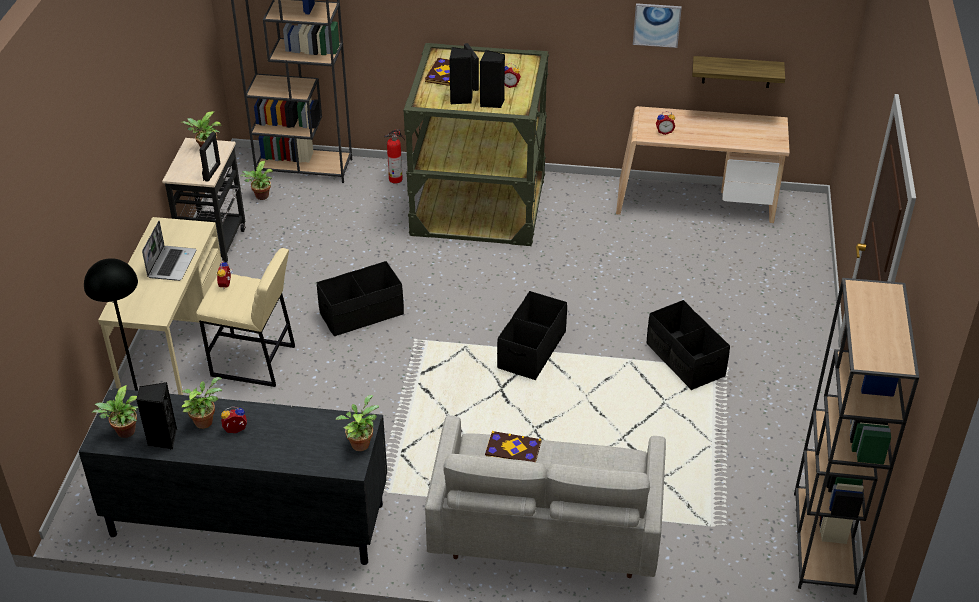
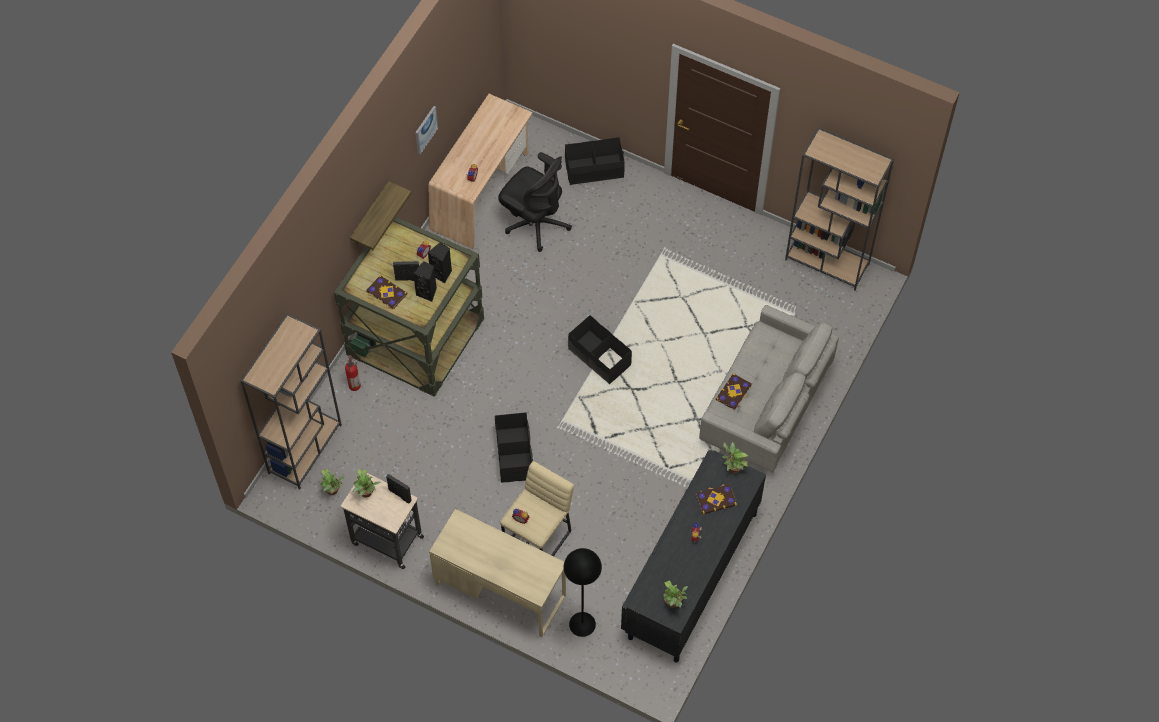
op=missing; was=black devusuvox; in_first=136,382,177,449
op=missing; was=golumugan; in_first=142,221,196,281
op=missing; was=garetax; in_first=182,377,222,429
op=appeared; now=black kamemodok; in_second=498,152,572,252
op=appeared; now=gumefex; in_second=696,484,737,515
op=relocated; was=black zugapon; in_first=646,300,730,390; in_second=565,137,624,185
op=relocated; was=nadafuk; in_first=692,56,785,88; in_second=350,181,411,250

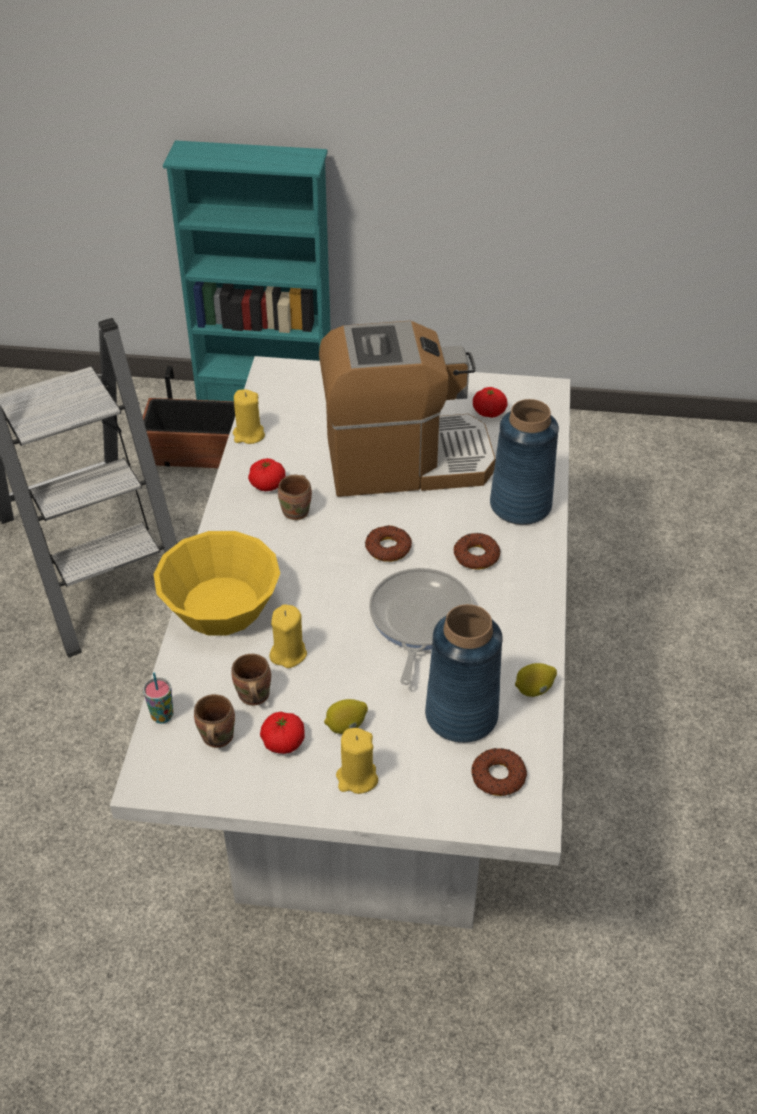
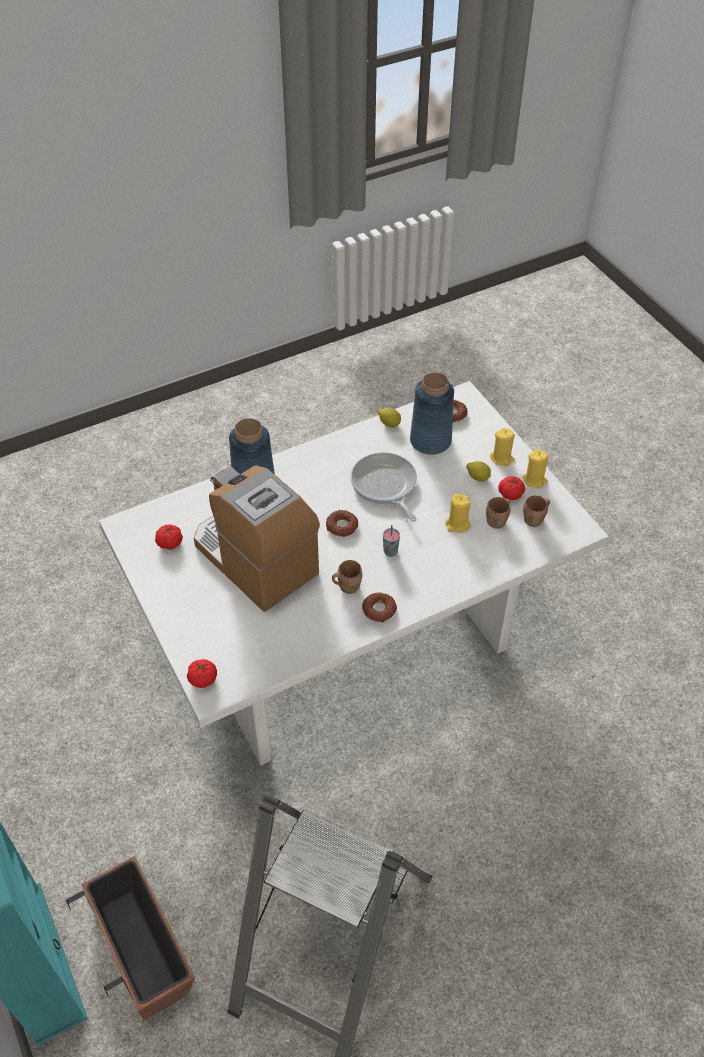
op=missing; was=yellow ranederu; in_first=154,531,280,636
op=relocated; was=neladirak; in_first=143,673,173,724; in_second=383,525,400,557
op=relocated; was=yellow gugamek; in_first=233,389,265,444; in_second=523,450,549,488
op=relocated; was=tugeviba; in_first=248,458,285,491; in_second=187,659,217,688
op=relocated; was=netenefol; in_first=454,533,500,570; in_second=362,593,397,623
op=spun; was=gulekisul; in_first=369,568,474,685; in_second=350,452,417,522; clockwise=90

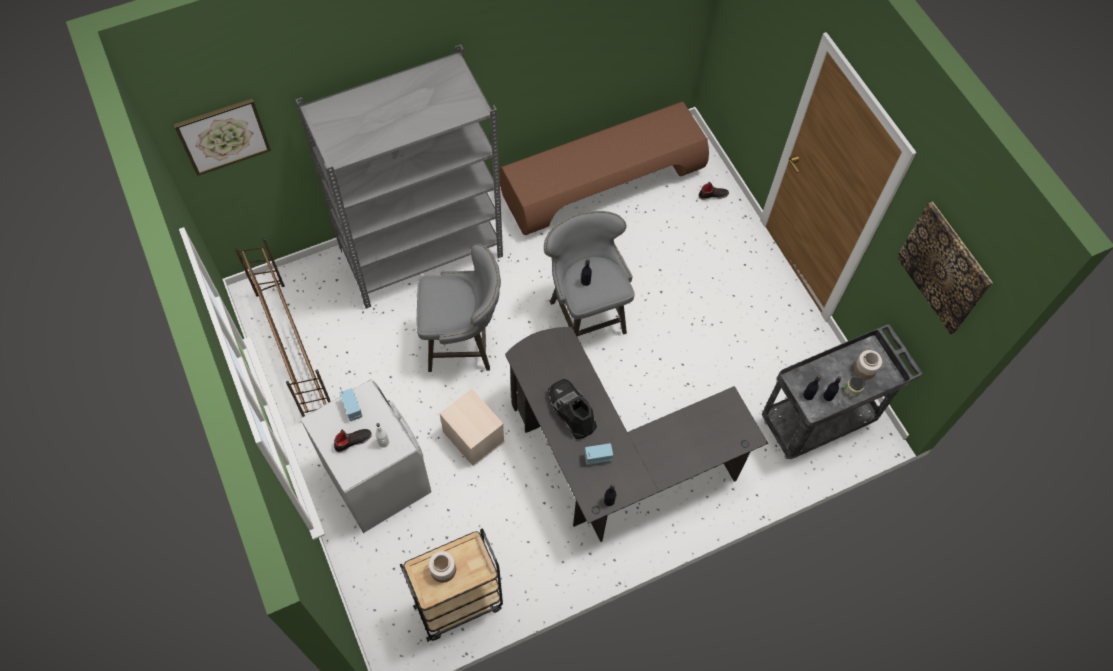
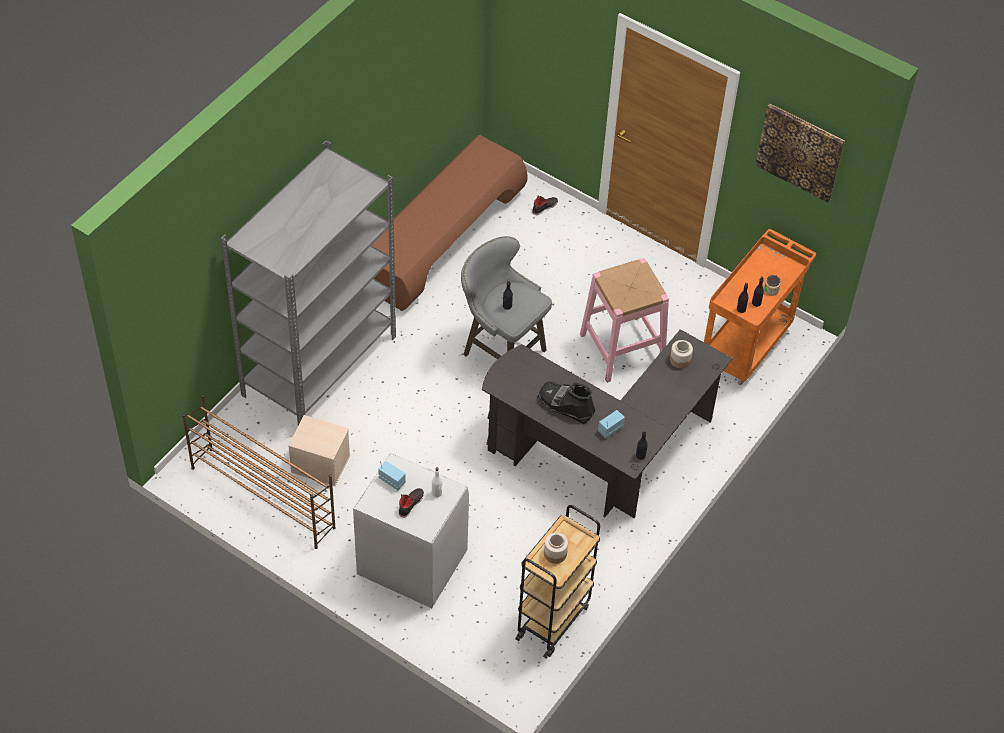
op=missing; was=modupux; in_first=174,98,271,176
op=missing; was=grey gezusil; in_first=416,244,501,372
op=appeared; now=pink gezusil; in_second=580,258,669,383
op=relocated; was=beige zugapon; in_first=439,389,505,467; in_second=288,415,350,486
op=relocated; was=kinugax; in_first=854,350,882,379; in_second=670,340,693,368
op=colour; was=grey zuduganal; now=orange zuduganal; in_first=762,324,922,459; in_second=704,229,816,385

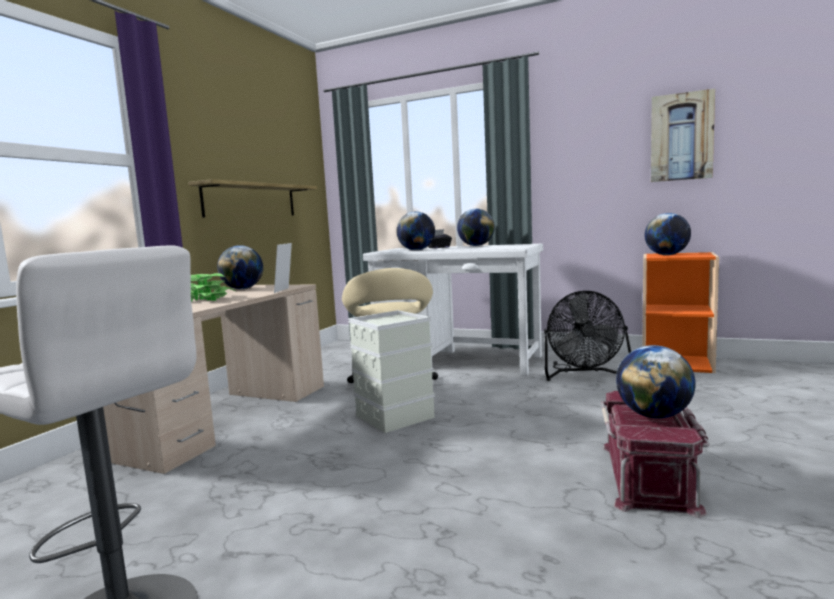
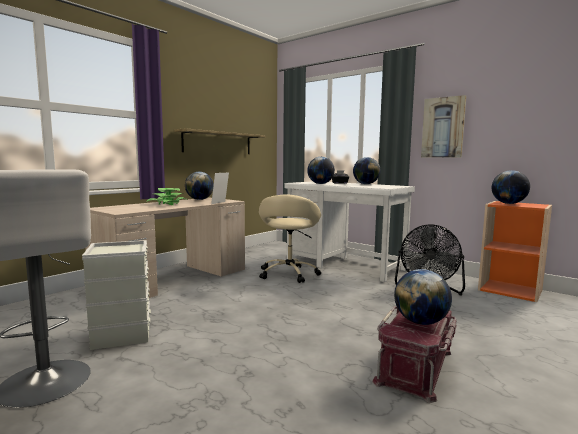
op=relocated; was=grey zugapon; in_first=348,310,435,433; in_second=82,240,151,350
op=relocated; was=modupux; in_first=651,89,715,182; in_second=421,95,467,158

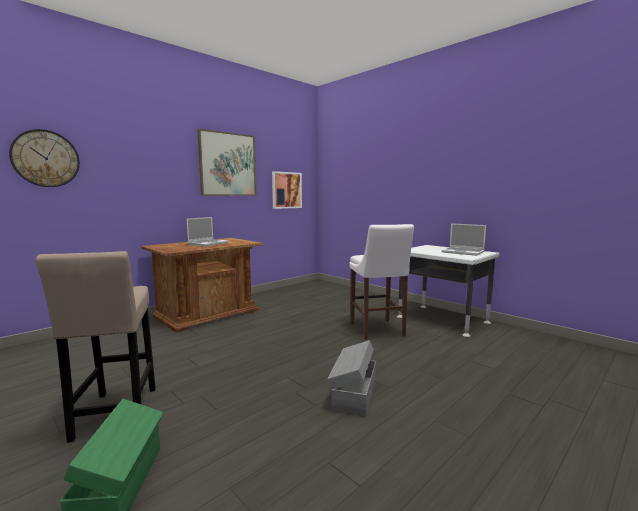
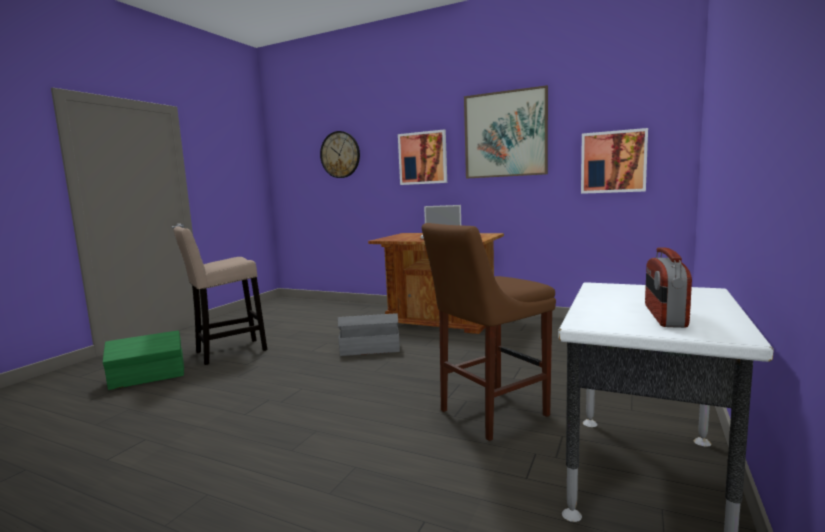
op=appeared; now=modupux; in_second=398,130,447,185
op=relocated; was=grey zugapon; in_first=327,340,376,416; in_second=338,313,400,356
op=exchanged; was=golumugan; now=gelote; in_first=442,223,486,256; in_second=645,248,692,328
op=colour; was=white gezusil; now=brown gezusil; in_first=349,224,414,340; in_second=422,223,556,441

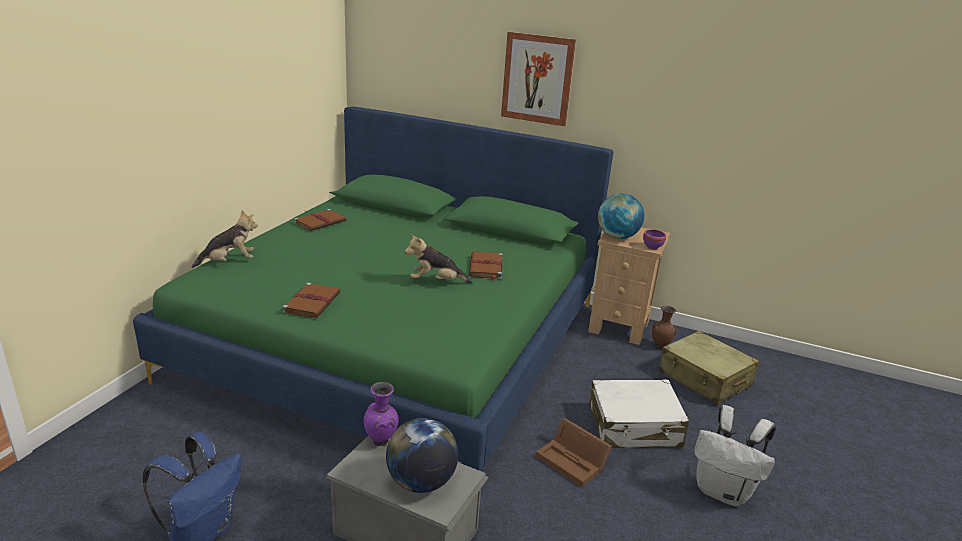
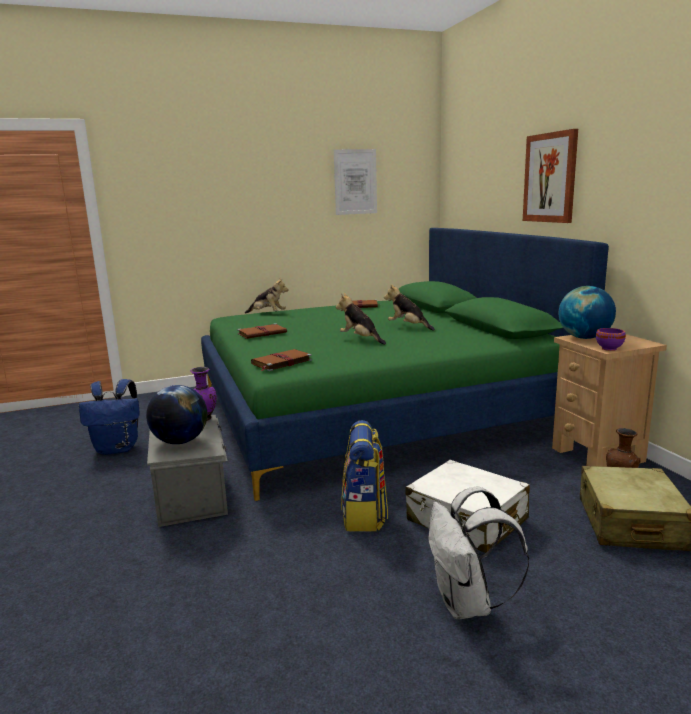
op=appeared; now=modupux; in_second=334,149,377,215
op=appeared; now=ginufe; in_second=384,284,435,331
op=relocated; was=brown gumefex; in_first=469,251,503,281; in_second=251,349,312,371
op=exchanged; was=brown zugapon; now=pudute; in_first=536,418,612,487; in_second=341,420,388,532

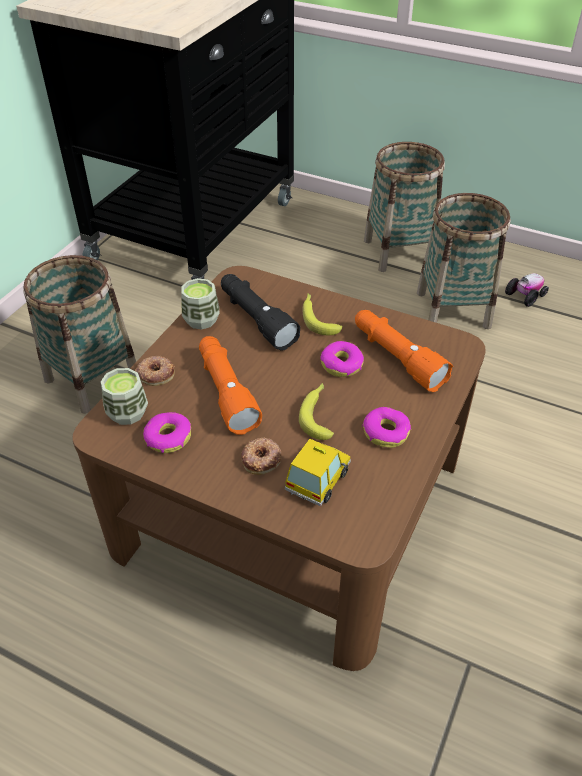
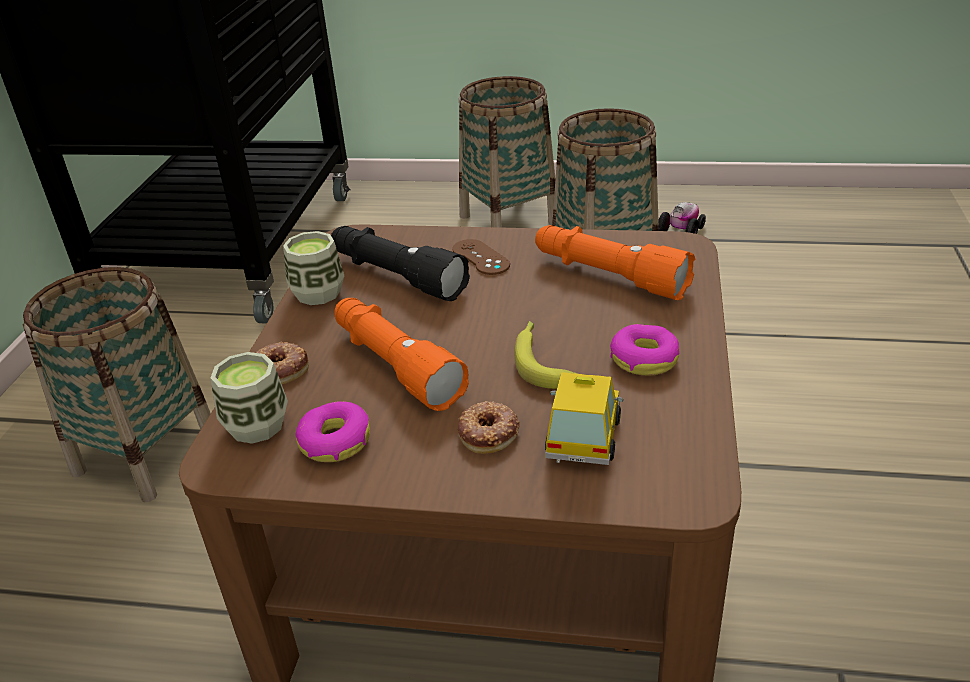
op=missing; was=netenefol; in_first=320,341,364,377
op=exchanged; was=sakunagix; now=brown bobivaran; in_first=303,294,343,335; in_second=452,239,510,275

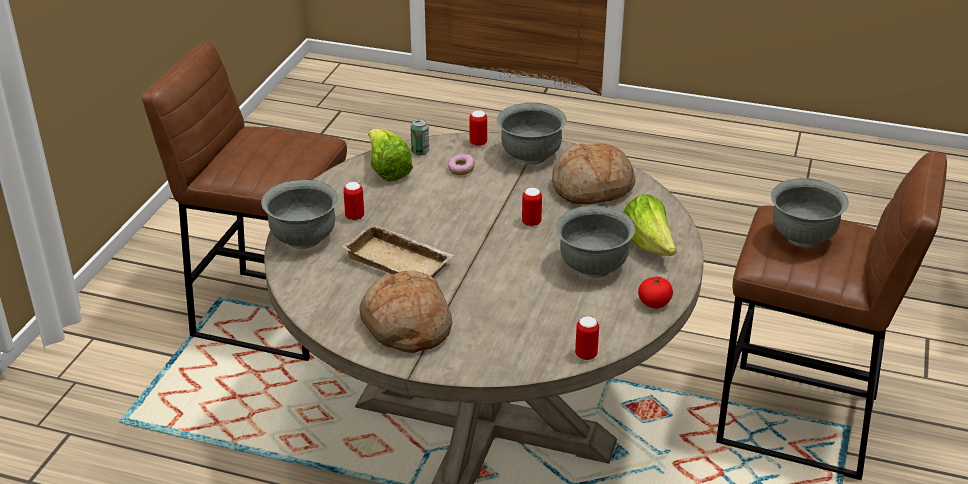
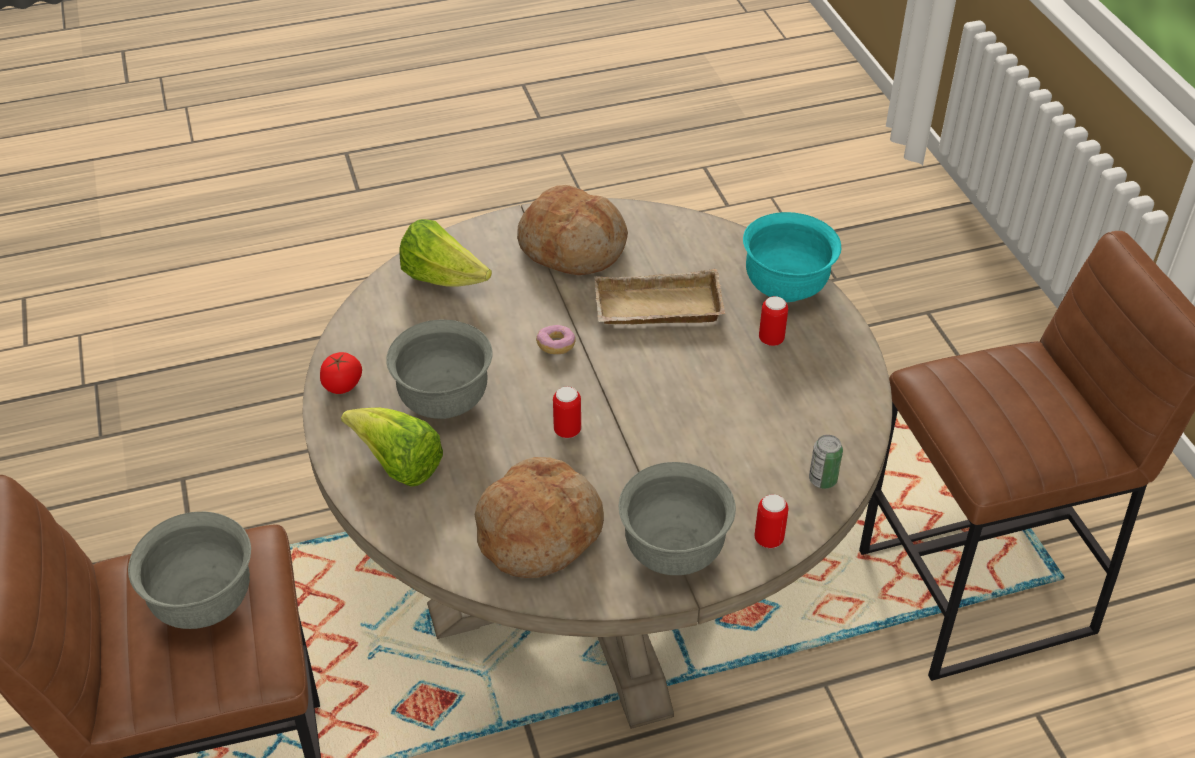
op=missing; was=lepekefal; in_first=575,316,599,360
op=relocated; was=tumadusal; in_first=368,129,413,181; in_second=399,219,492,287
op=relocated; was=netenefol; in_first=448,154,475,175; in_second=536,325,576,354
op=colour; was=grey ranederu; now=turquoise ranederu; in_first=261,180,338,249; in_second=743,212,841,302

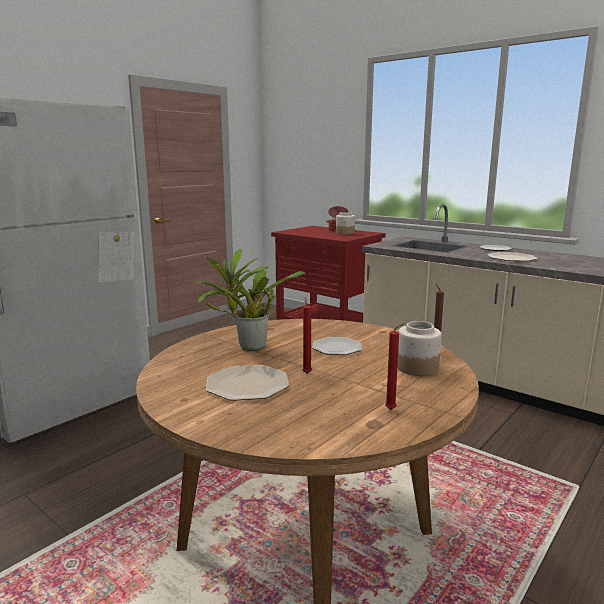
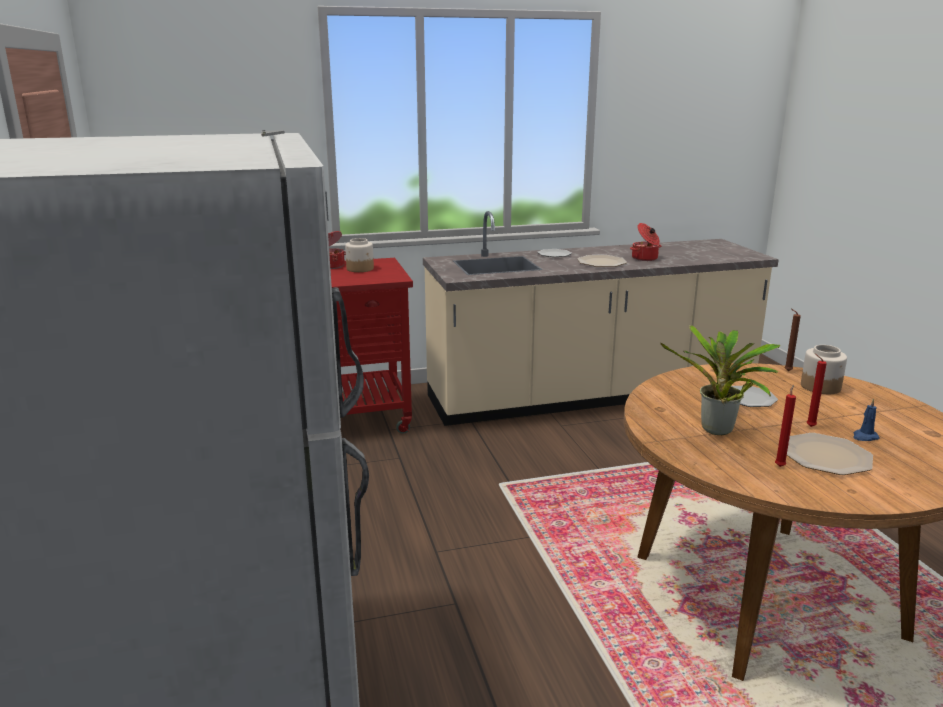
op=appeared; now=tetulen; in_second=630,223,661,261
op=appeared; now=blue gugamek; in_second=853,398,880,441
op=relocated; was=red gugamek; in_first=385,323,405,410; in_second=775,384,796,467

